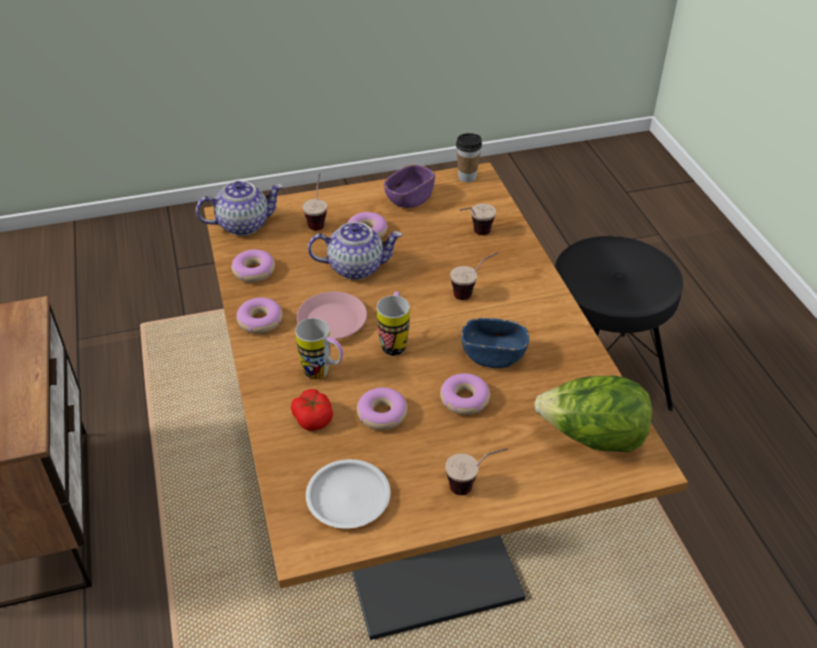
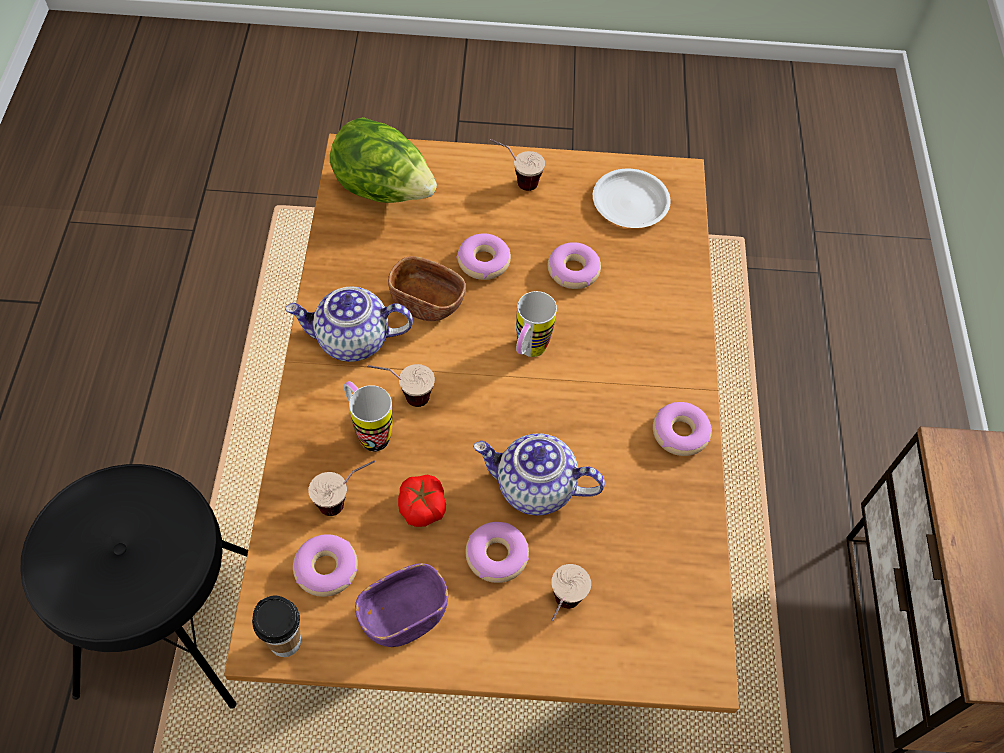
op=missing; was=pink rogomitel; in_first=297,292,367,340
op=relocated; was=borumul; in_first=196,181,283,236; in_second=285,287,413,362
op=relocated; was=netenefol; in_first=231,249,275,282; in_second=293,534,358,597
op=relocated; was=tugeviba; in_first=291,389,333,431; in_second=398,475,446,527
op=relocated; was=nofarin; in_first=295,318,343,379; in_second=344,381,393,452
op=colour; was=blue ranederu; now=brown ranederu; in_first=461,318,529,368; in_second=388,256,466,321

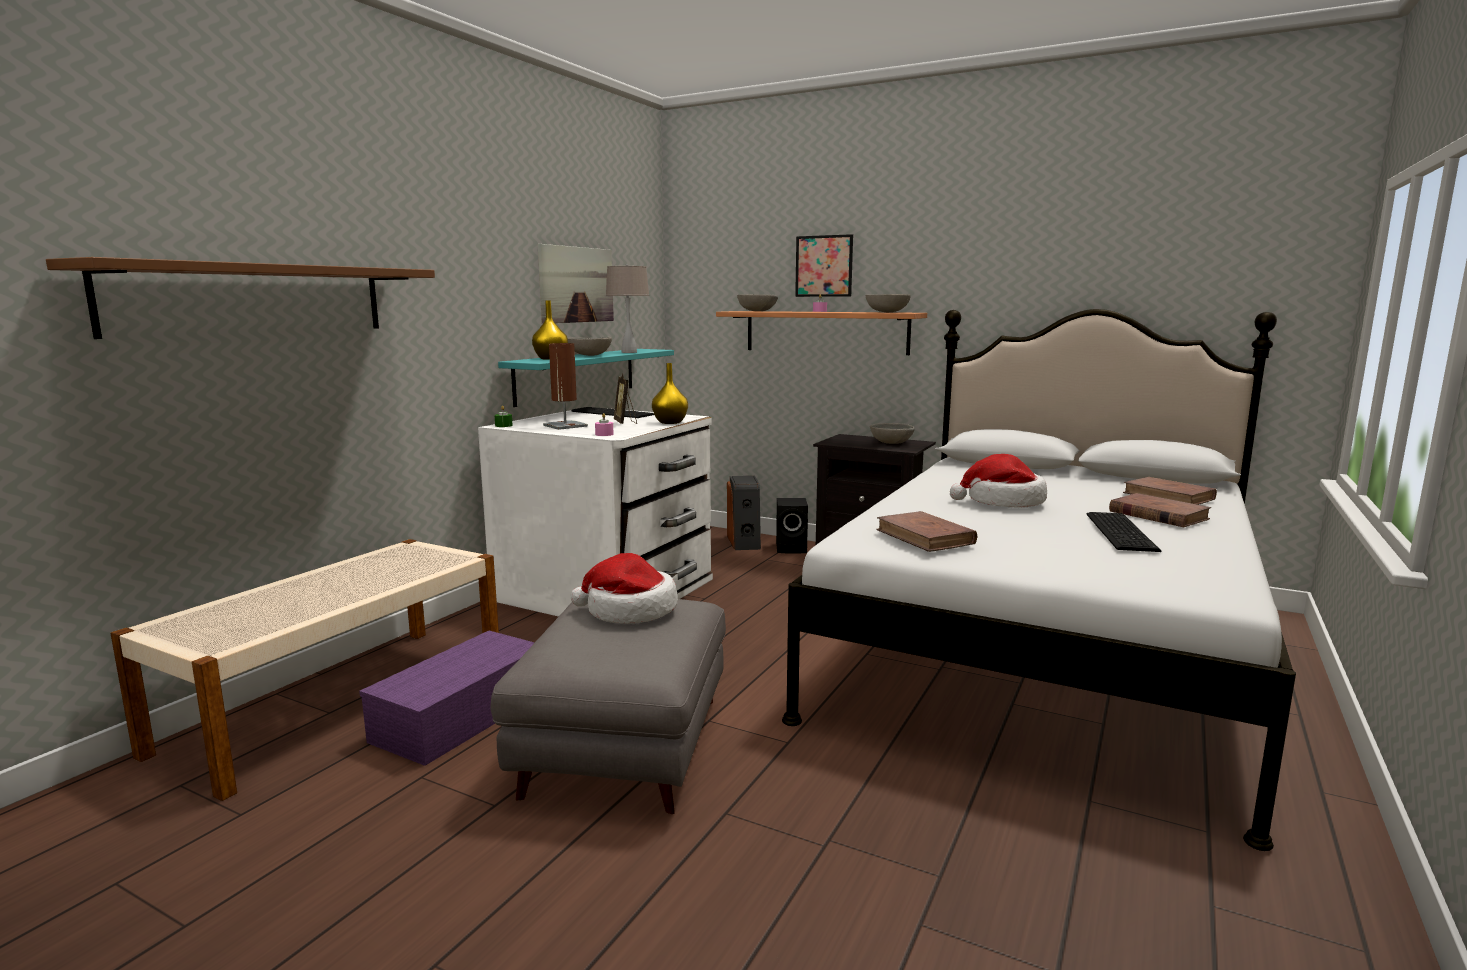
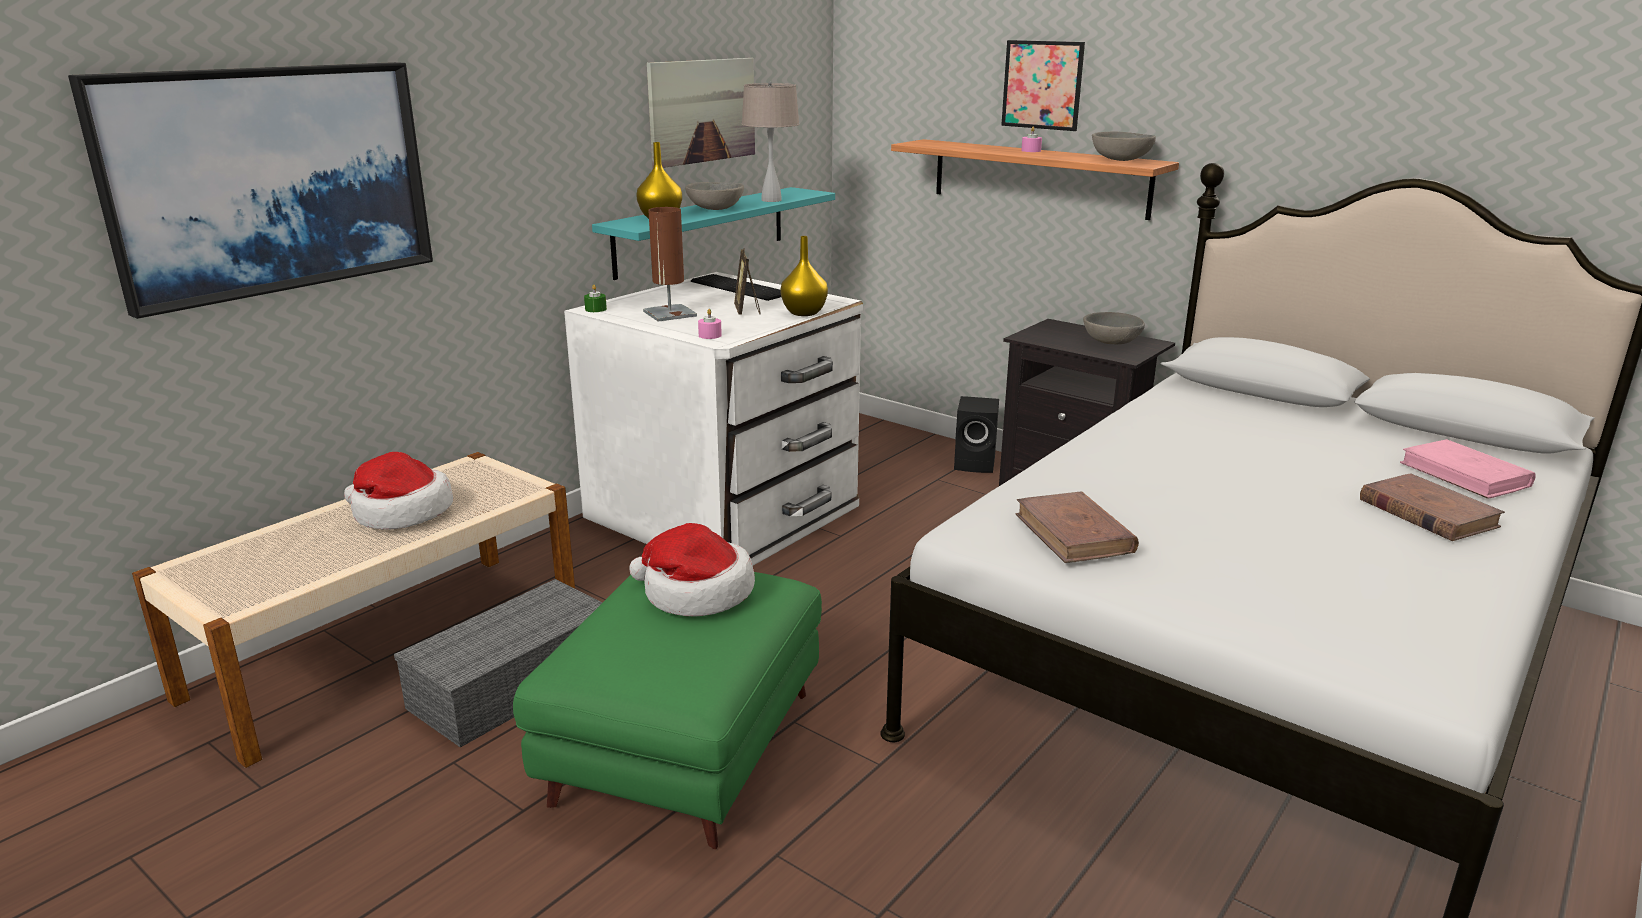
op=missing; was=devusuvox; in_first=727,476,761,550
op=missing; was=grey ranederu; in_first=737,294,778,311
op=missing; was=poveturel; in_first=1087,512,1161,552
op=relocated; was=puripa; in_first=950,454,1047,507; in_second=344,452,453,530
op=exchanged; was=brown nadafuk; now=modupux; in_first=46,257,435,339; in_second=68,62,433,319
op=colour; was=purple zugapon; now=grey zugapon; in_first=359,631,535,766; in_second=394,579,602,748
op=colour; was=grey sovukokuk; now=green sovukokuk; in_first=491,599,726,814; in_second=513,572,822,849
op=colour; was=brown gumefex; now=pink gumefex; in_first=1123,477,1217,505; in_second=1400,439,1536,499

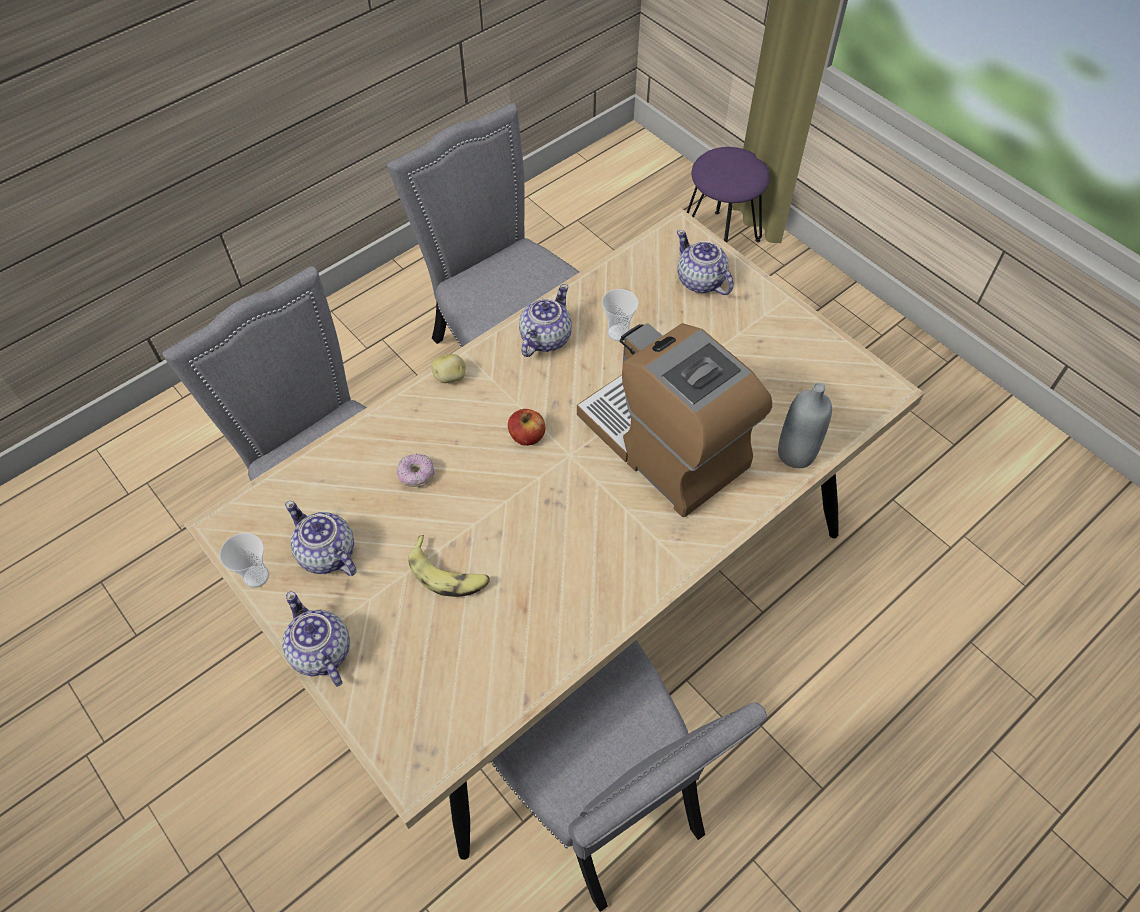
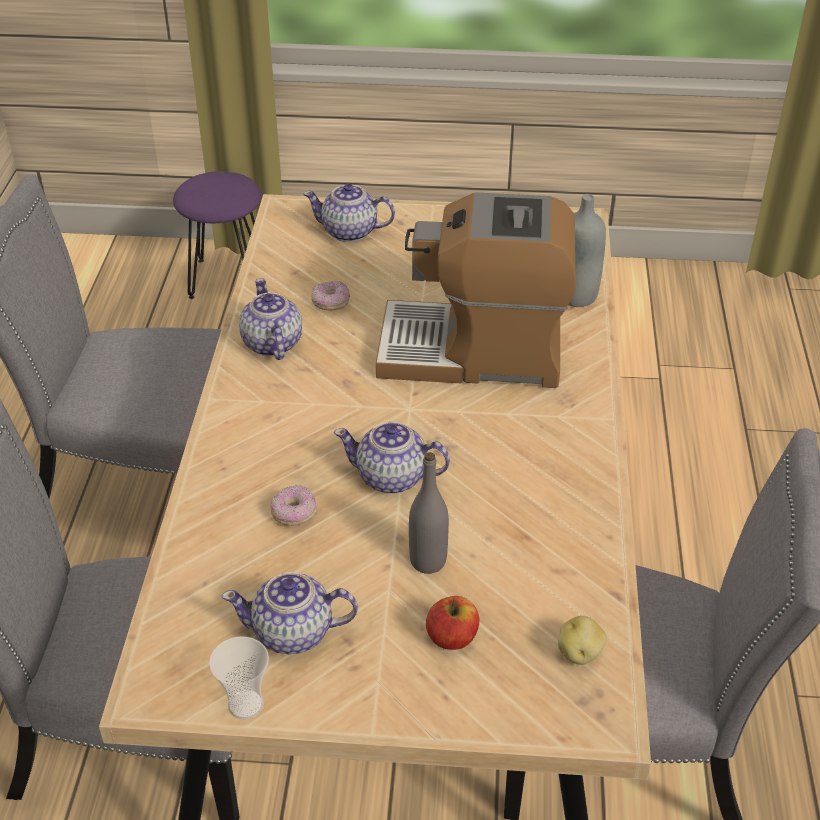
op=relocated; was=borumul; in_first=282,591,350,687; in_second=334,421,450,494
op=relocated; was=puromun; in_first=432,354,466,383; in_second=558,616,607,665
op=relocated; was=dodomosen; in_first=508,409,546,446; in_second=426,596,479,650
op=exchanged; was=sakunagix; now=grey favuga; in_first=408,535,490,597; in_second=409,452,449,574
op=exchanged; was=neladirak; now=netenefol; in_first=602,289,638,341; in_second=311,281,350,311

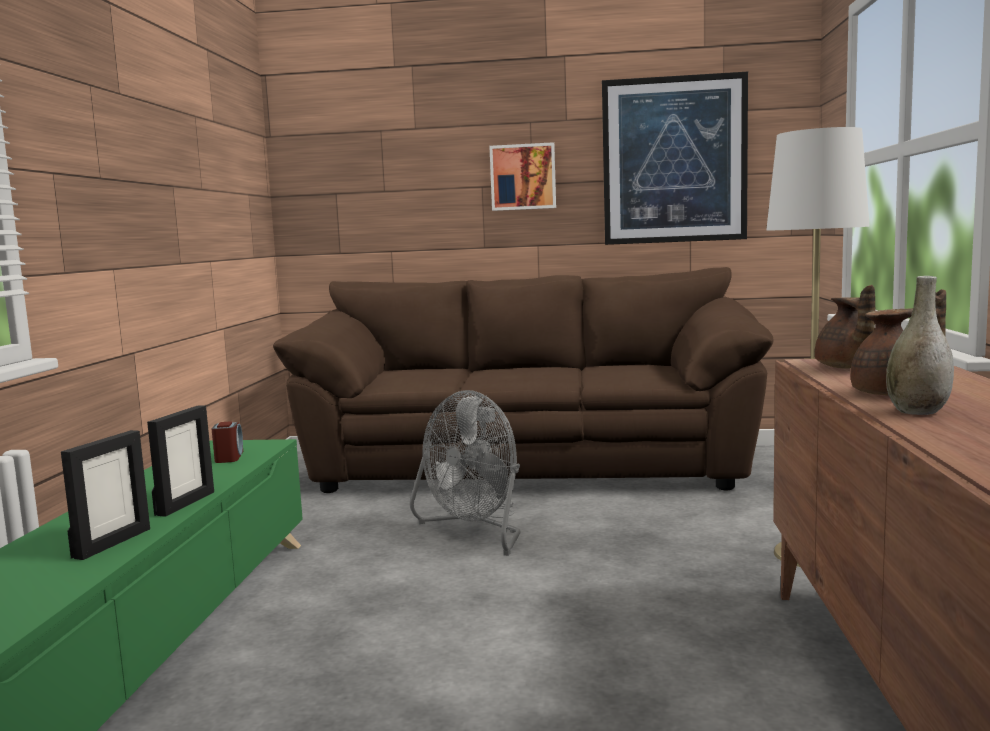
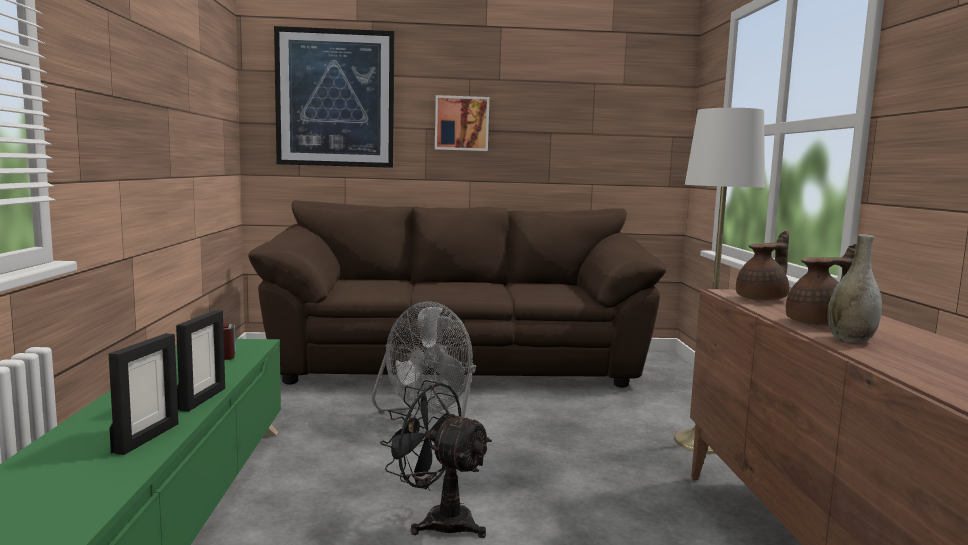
op=appeared; now=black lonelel; in_second=380,380,492,538
op=relocated; was=modupux; in_first=602,72,748,245; in_second=274,26,394,168
op=spun; was=brown borumul; in_first=815,285,875,369; in_second=736,231,789,301; clockwise=-120

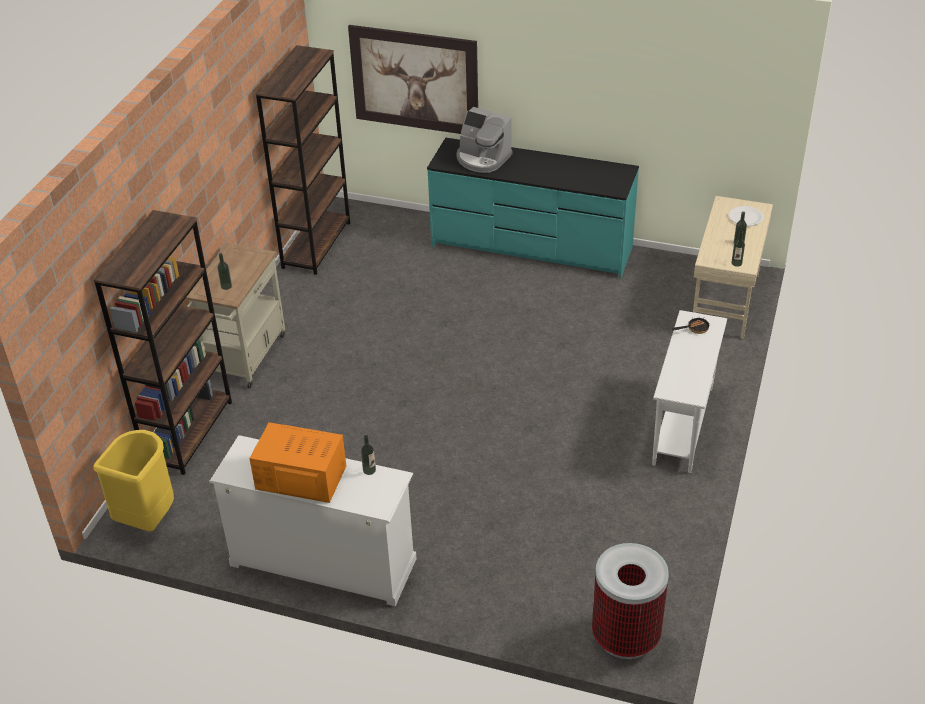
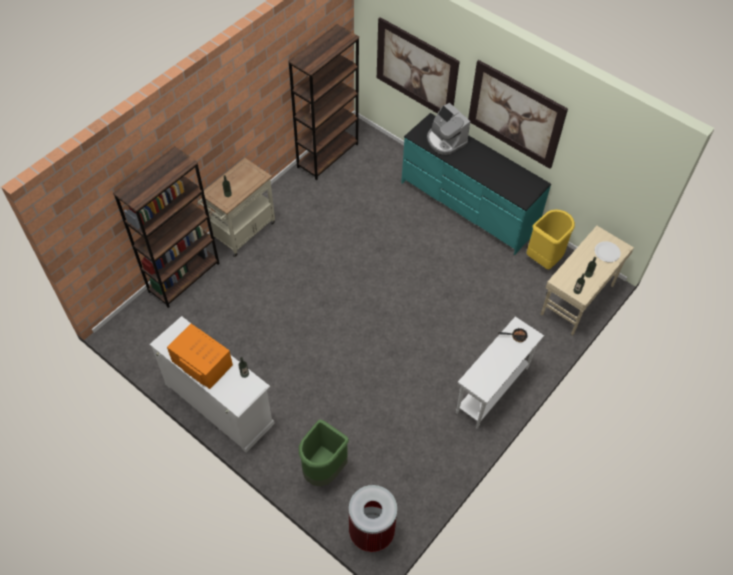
op=appeared; now=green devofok; in_second=299,419,349,486
op=appeared; now=modupux; in_second=468,60,568,169
op=relocated; was=yellow devofok; in_first=93,430,174,531; in_second=527,209,575,269

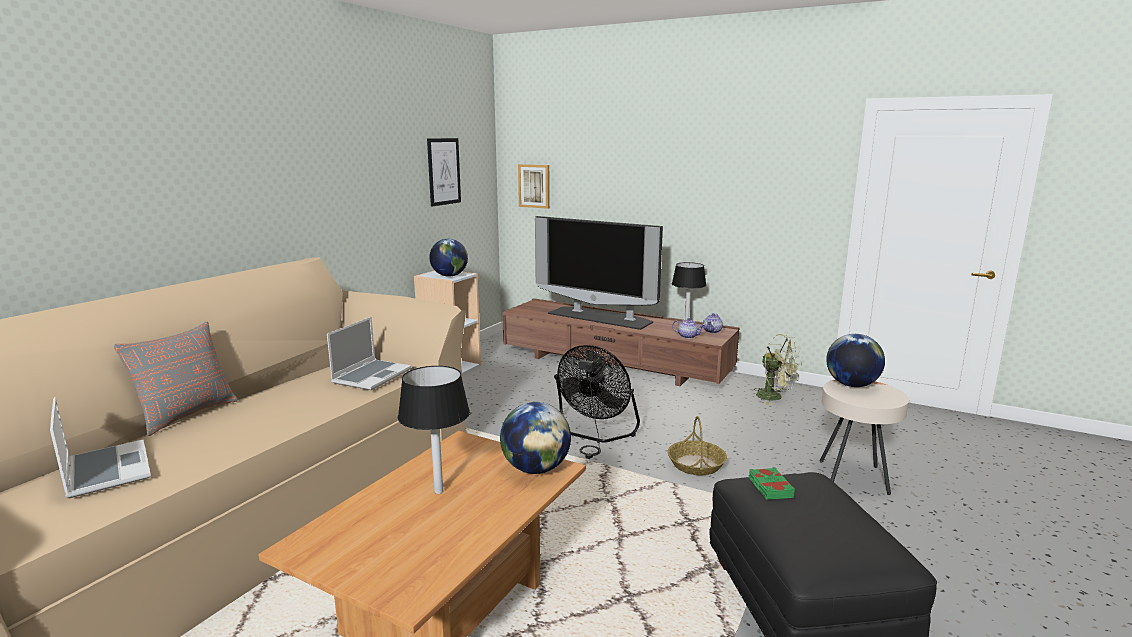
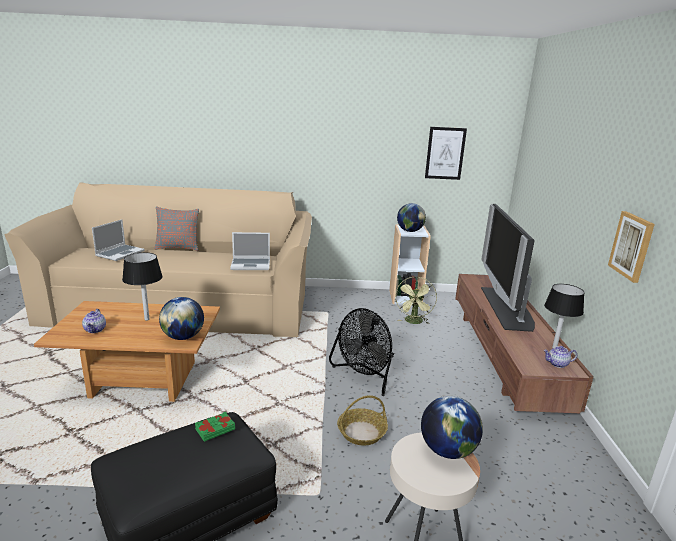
op=relocated; was=modupux; in_first=518,164,550,209; in_second=608,211,655,283
op=relocated; was=borumul; in_first=672,318,705,339; in_second=82,309,106,333
op=relocated; was=green lonelel; in_first=755,334,802,405; in_second=395,277,437,324
op=spun; was=black lonelel; in_first=554,345,640,459; in_second=329,308,394,396; clockwise=135

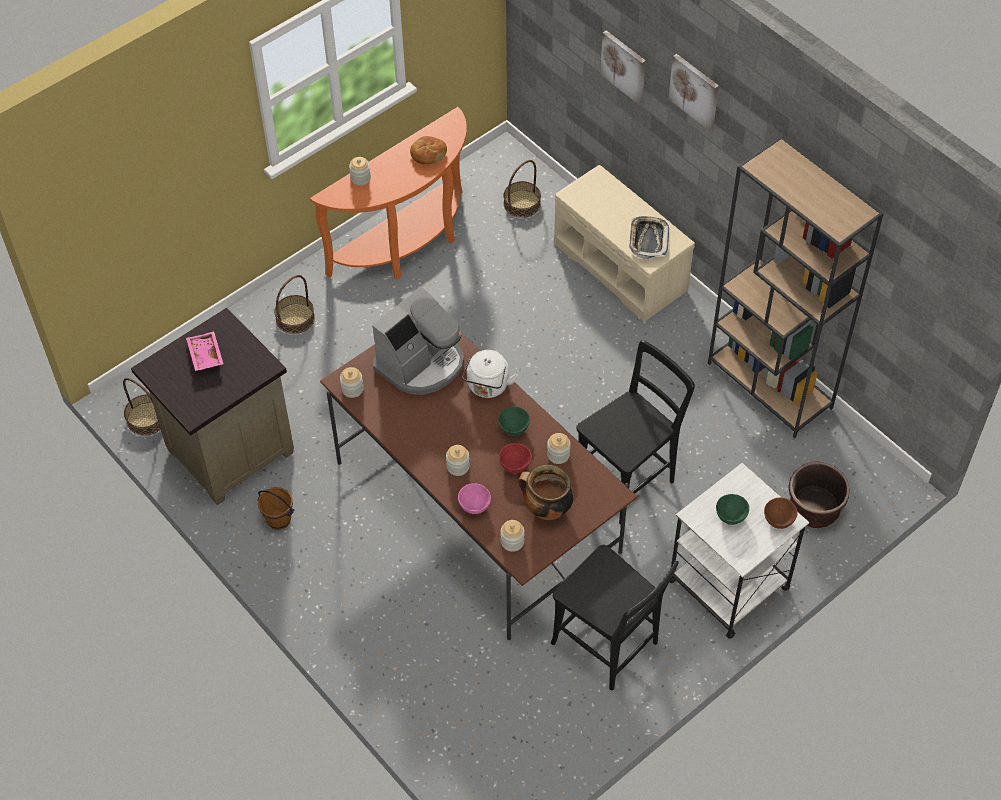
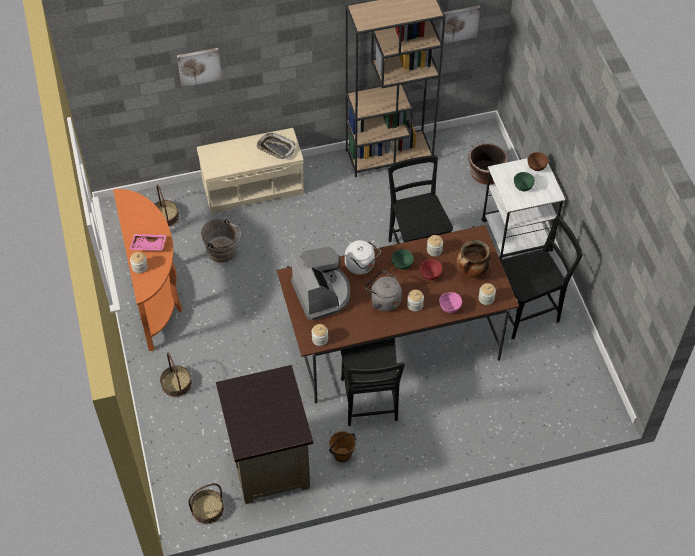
op=missing; was=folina; in_first=410,136,447,164
op=appeared; now=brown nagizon; in_second=201,219,241,263
op=appeared; now=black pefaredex; in_second=340,338,405,426
op=appeared; now=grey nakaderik; in_second=365,270,402,311
op=relocated; was=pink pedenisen; in_first=186,332,224,371; in_second=129,234,167,251
op=relocated; was=modupux; in_first=669,54,719,131; in_second=439,6,480,44

